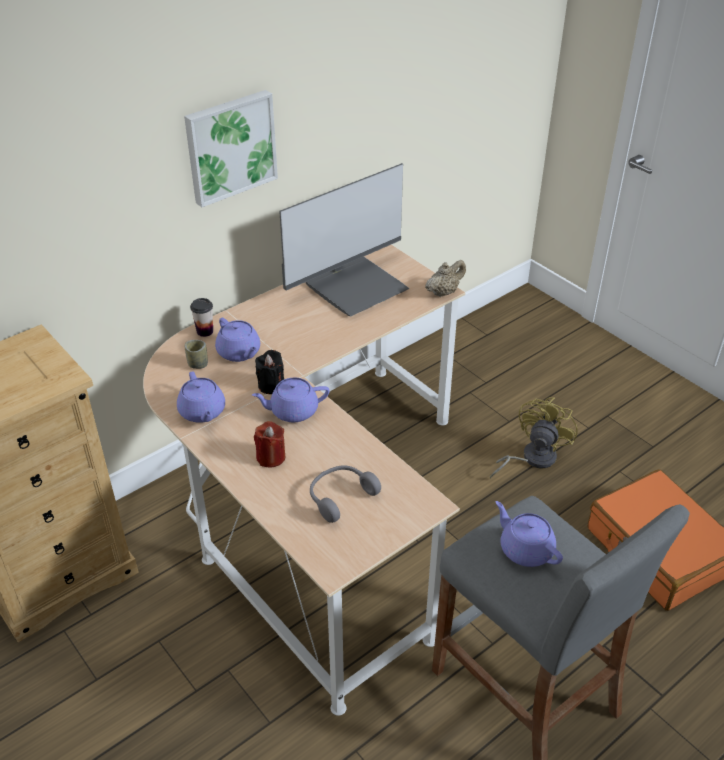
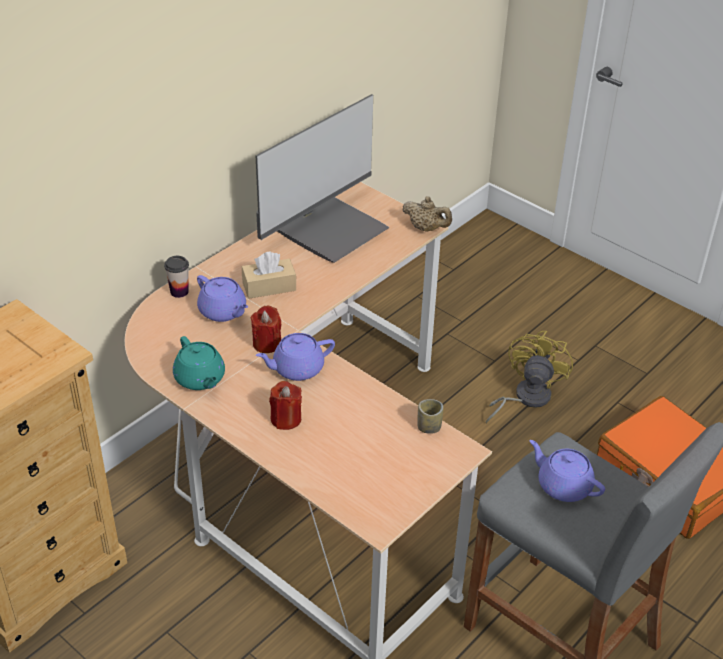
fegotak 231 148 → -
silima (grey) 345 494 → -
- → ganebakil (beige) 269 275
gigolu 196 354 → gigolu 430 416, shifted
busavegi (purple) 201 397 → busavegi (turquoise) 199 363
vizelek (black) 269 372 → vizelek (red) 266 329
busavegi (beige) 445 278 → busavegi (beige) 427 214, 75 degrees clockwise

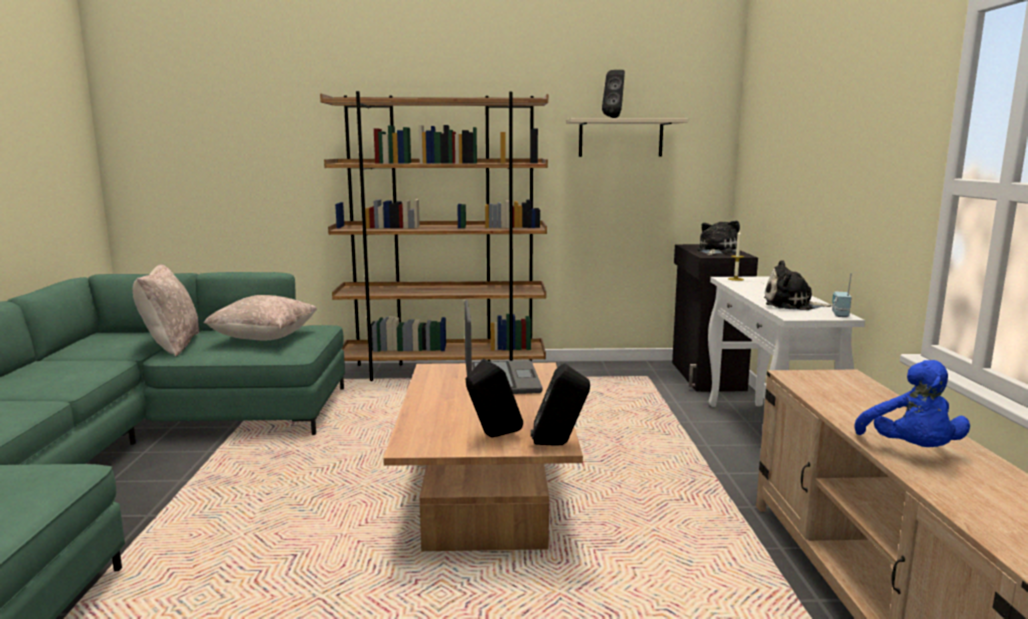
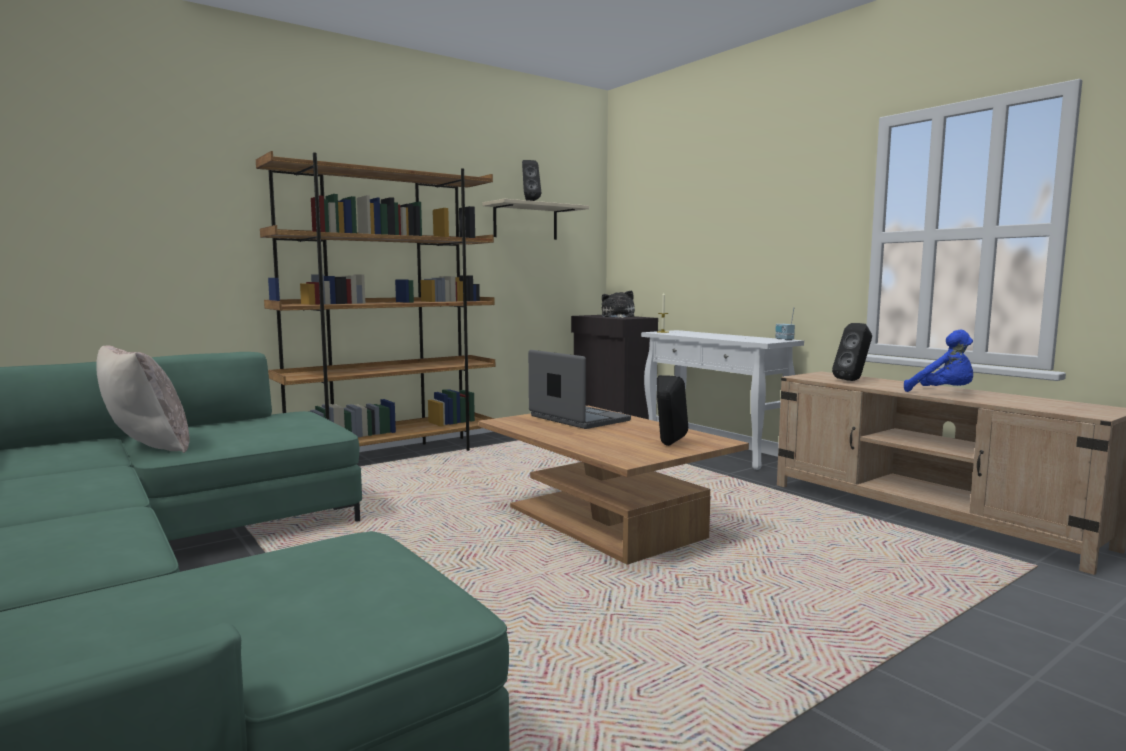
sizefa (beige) 260 317 → -
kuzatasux 798 285 → -
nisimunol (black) 560 404 → nisimunol (black) 852 352, shifted

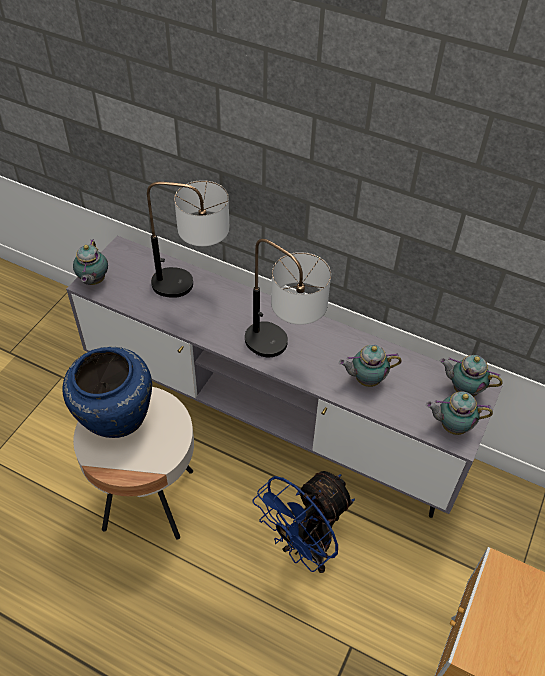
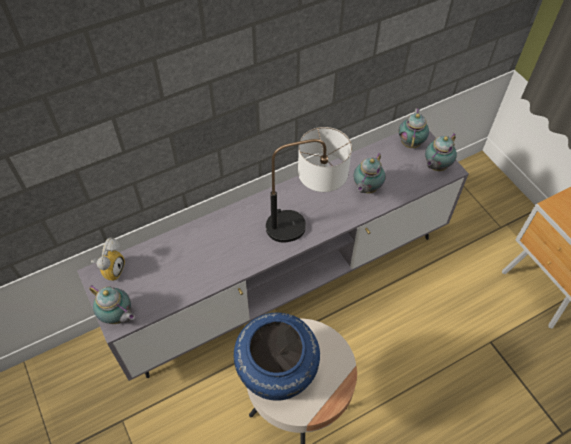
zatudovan 188 239 → -
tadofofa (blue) 303 522 → -
- → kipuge 108 259
busavegi 471 376 → busavegi 414 128, 135 degrees clockwise

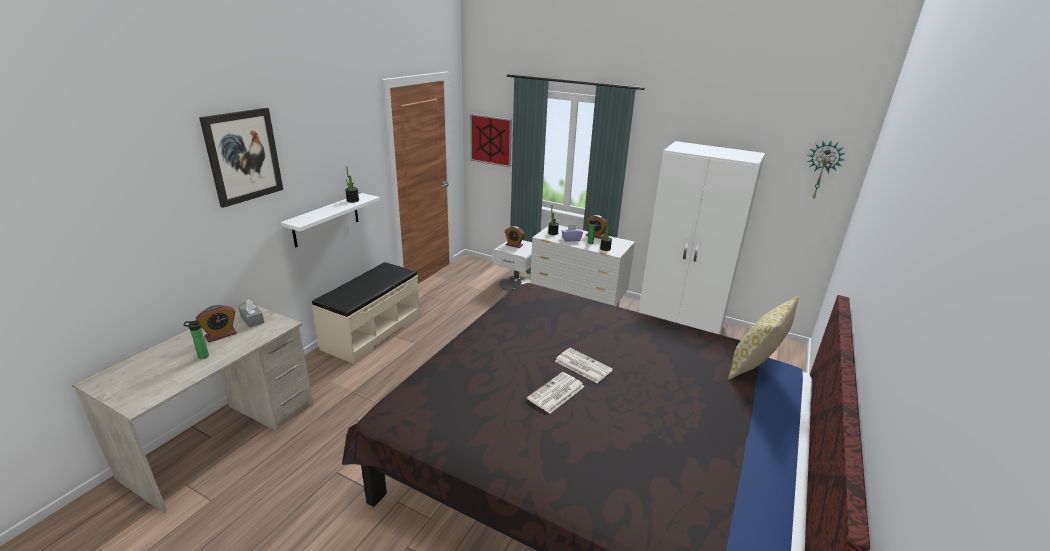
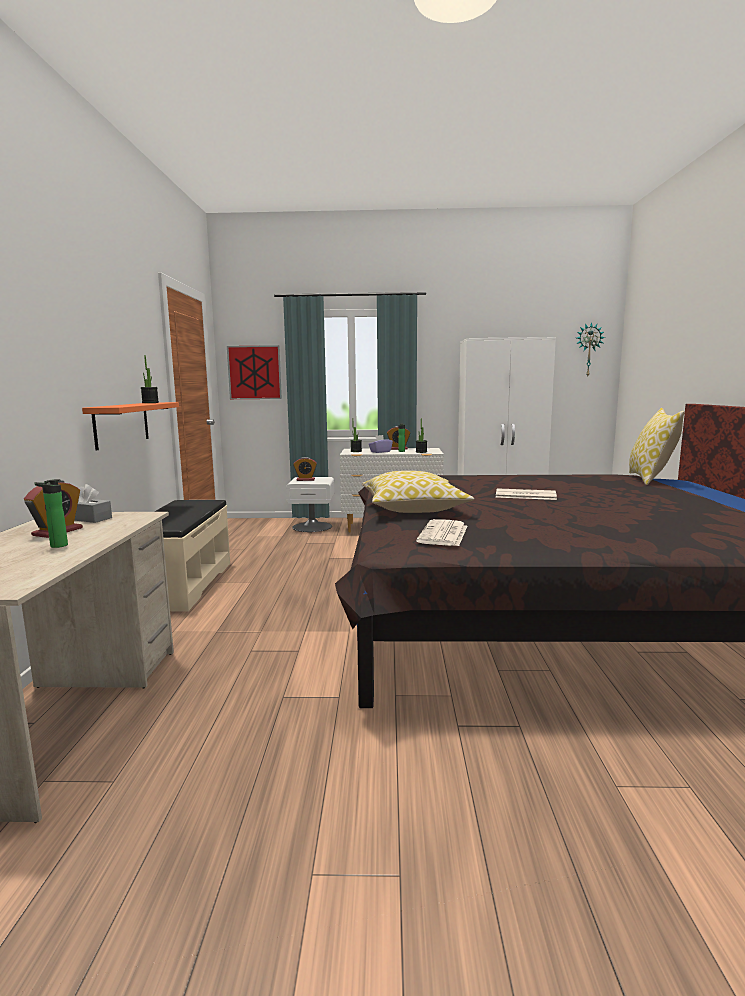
fegotak 241 158 → -
- → sizefa 418 492
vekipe 556 392 → vekipe 441 532, shifted
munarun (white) 330 220 → munarun (orange) 130 426

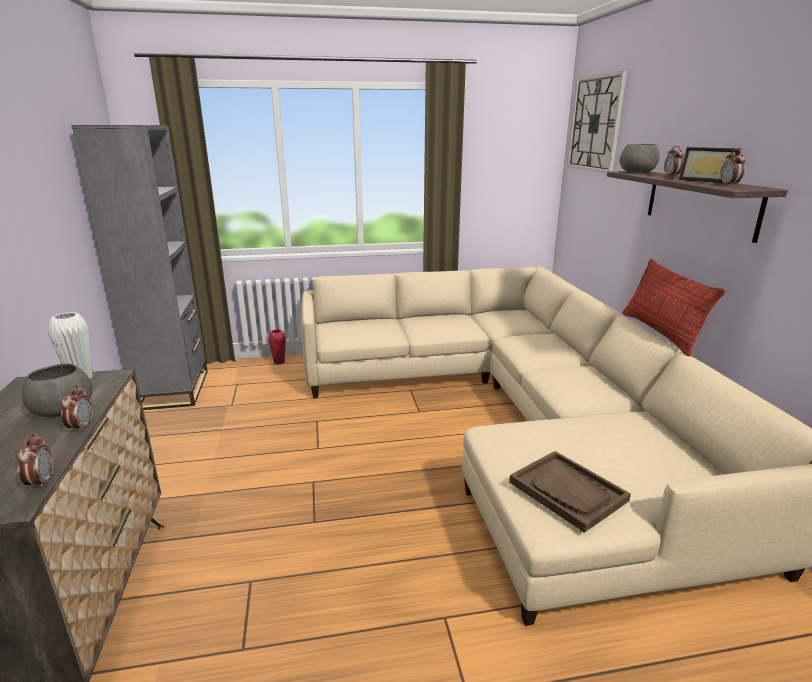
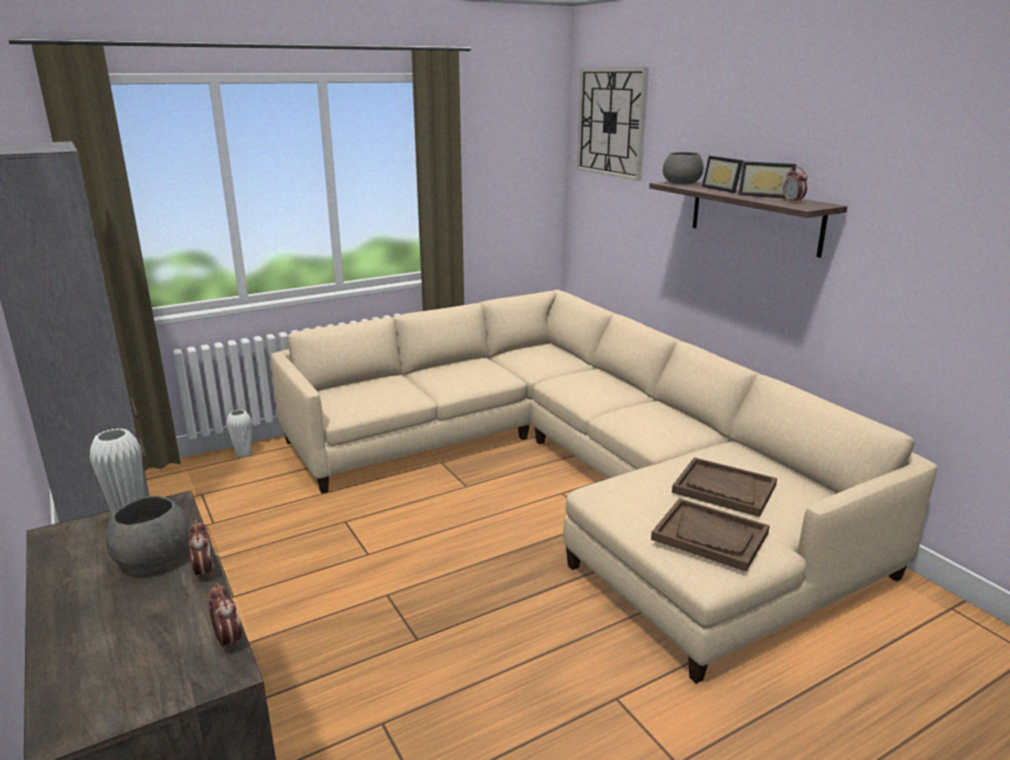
sizefa 673 307 → -
- → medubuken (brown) 724 487
kipuge 674 161 → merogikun 722 174
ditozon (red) 277 347 → ditozon (white) 238 433

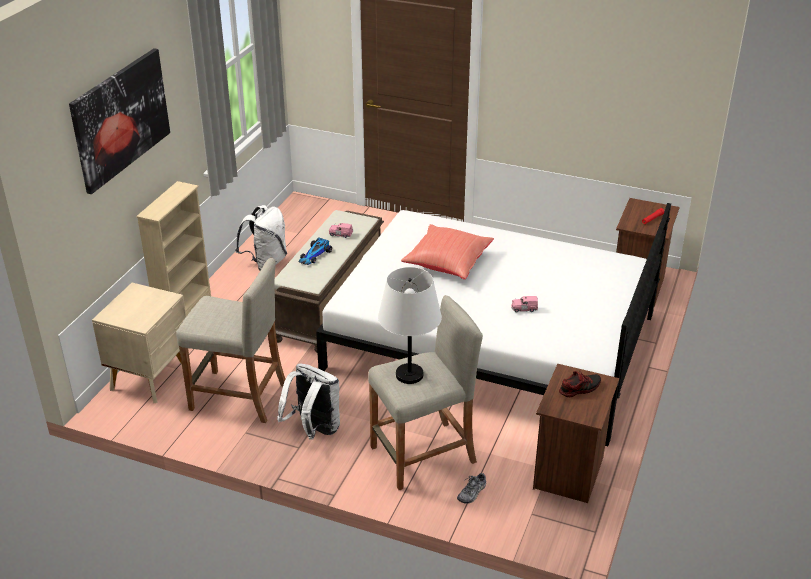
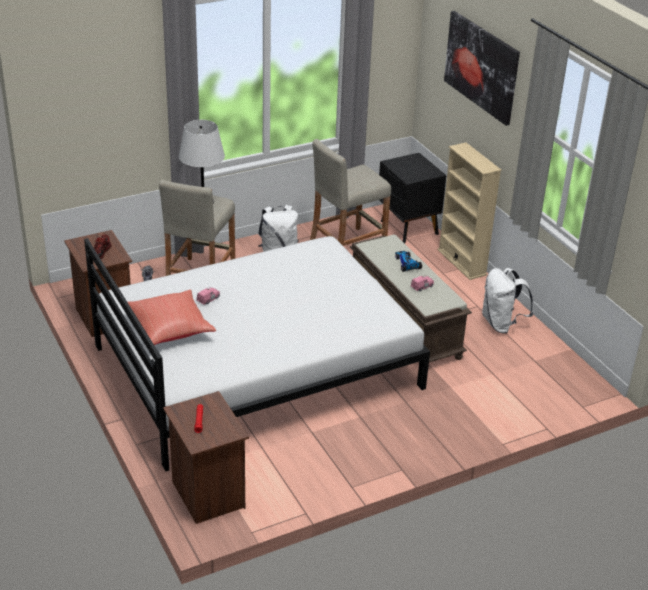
sizefa (red) 447 251 → sizefa (red) 172 317, shifted
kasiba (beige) 139 343 → kasiba (black) 412 198

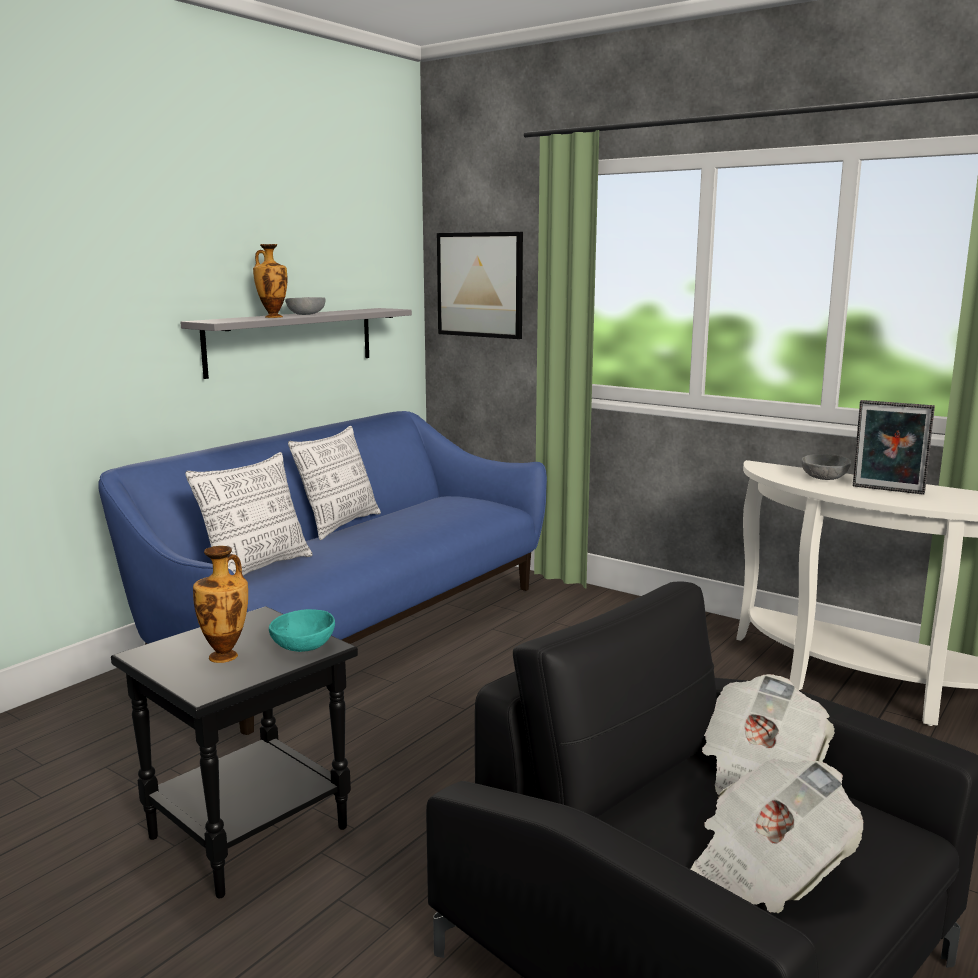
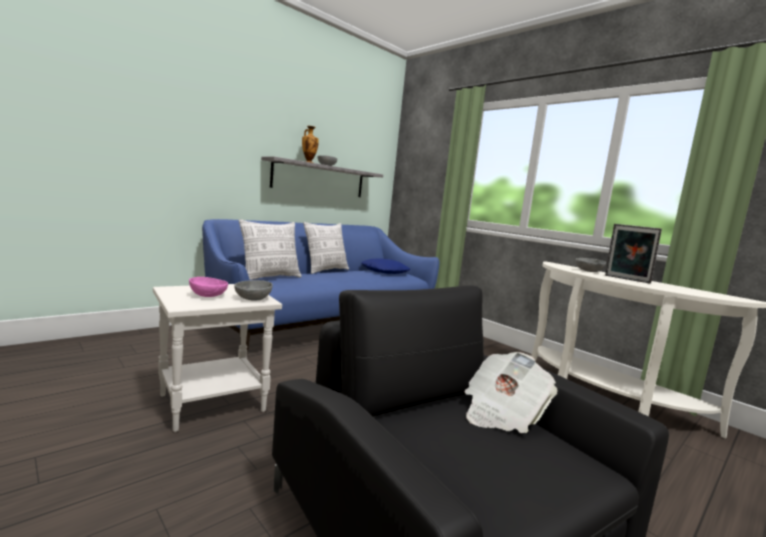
fegotak 480 285 → -
vekipe 777 836 → -
- → sizefa (blue) 385 266
ditozon 220 604 → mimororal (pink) 208 287
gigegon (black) 234 752 → gigegon (white) 217 358
mimororal (turquoise) 302 630 → mimororal (grey) 253 290

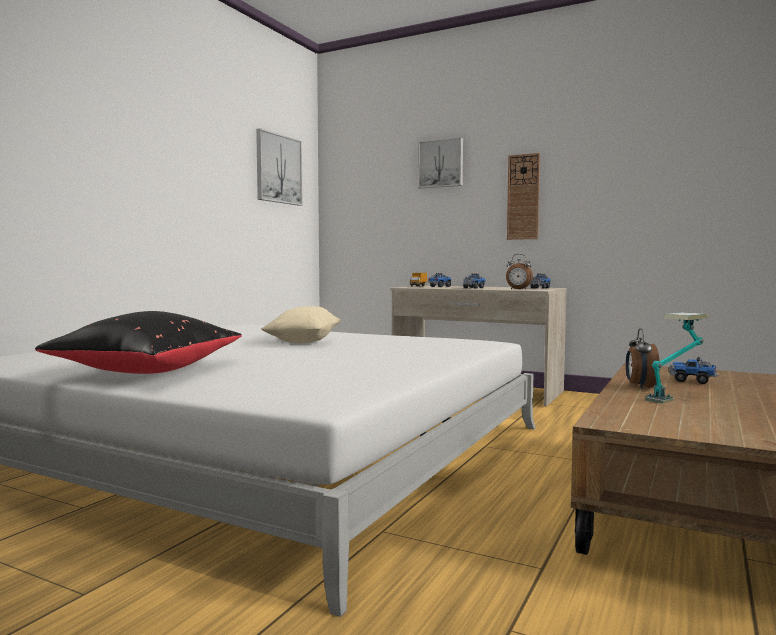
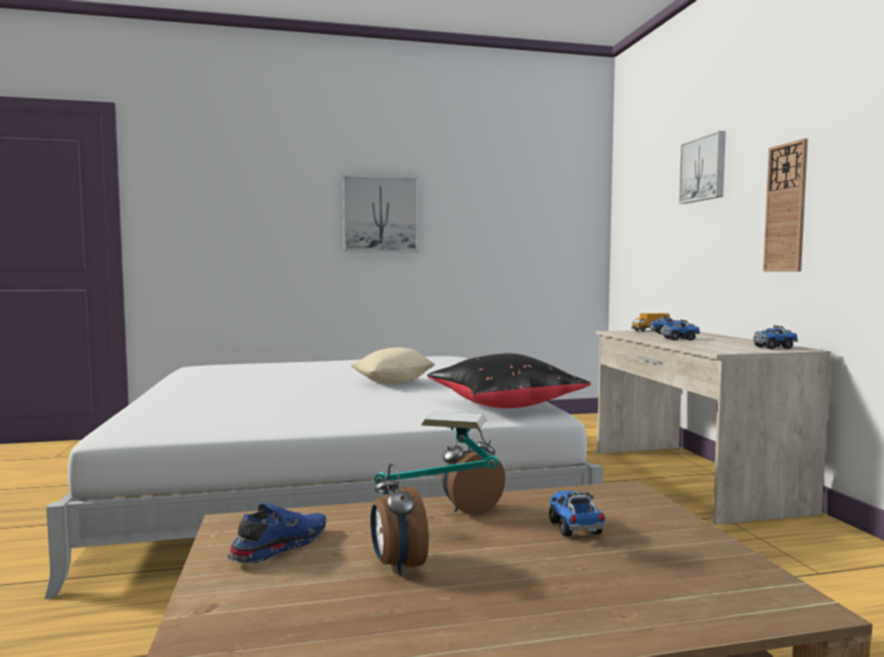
- → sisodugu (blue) 277 533
sizefa (black) 138 342 → sizefa (black) 509 380, shifted
fegotak 279 167 → fegotak 380 213, shifted
kipuge 519 272 → kipuge 399 519, shifted

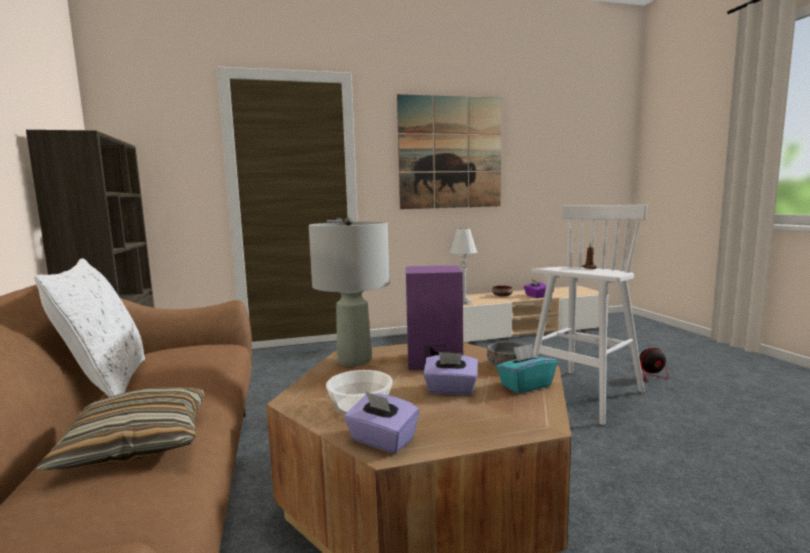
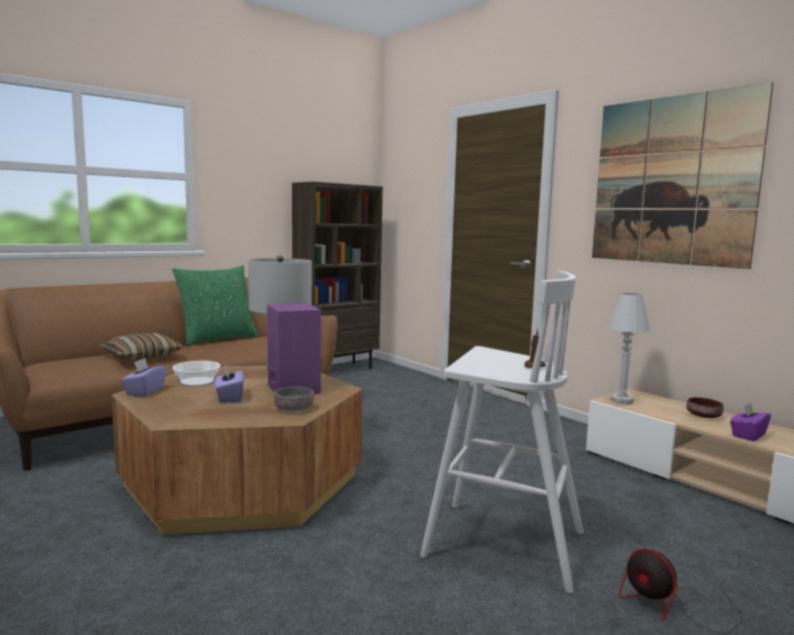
ganebakil (turquoise) 526 369 → -
sizefa (white) 89 327 → sizefa (green) 215 305

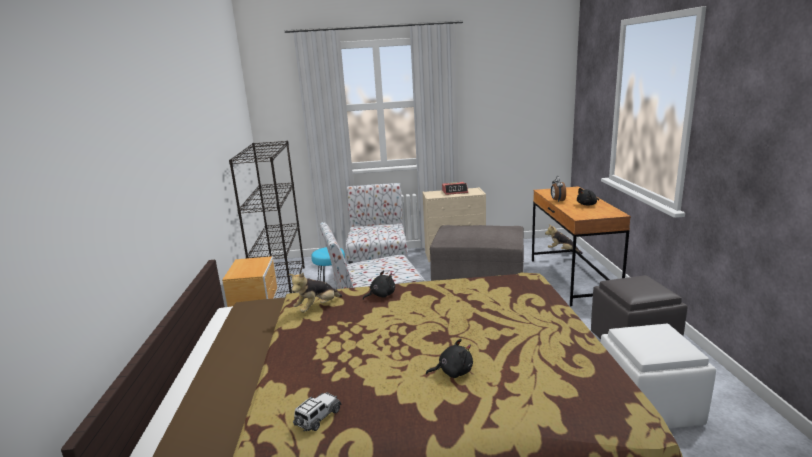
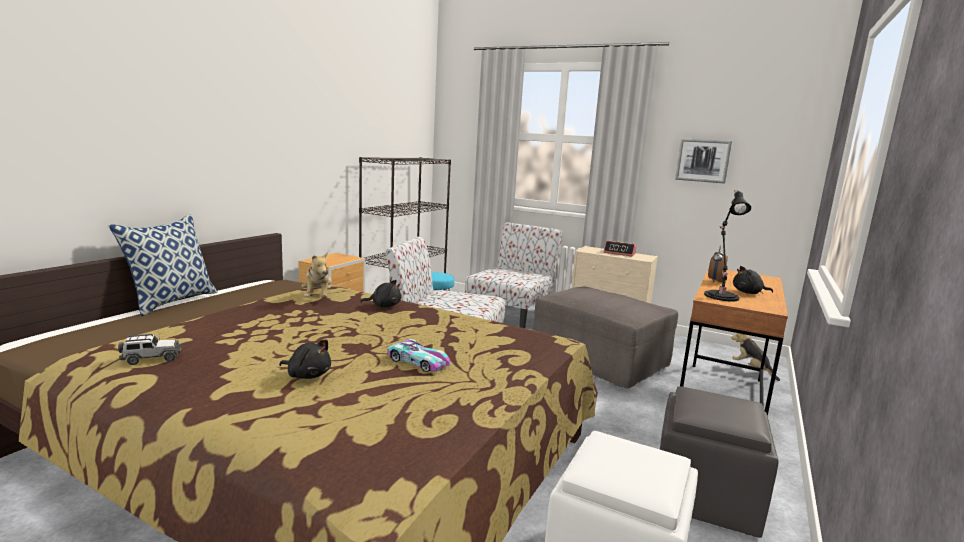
- → sizefa 163 265
- → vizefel 419 355
- → fegotak 703 161
- → zatudovan (black) 727 246
kuzatasux 315 293 → kuzatasux 316 275, 90 degrees counterclockwise

